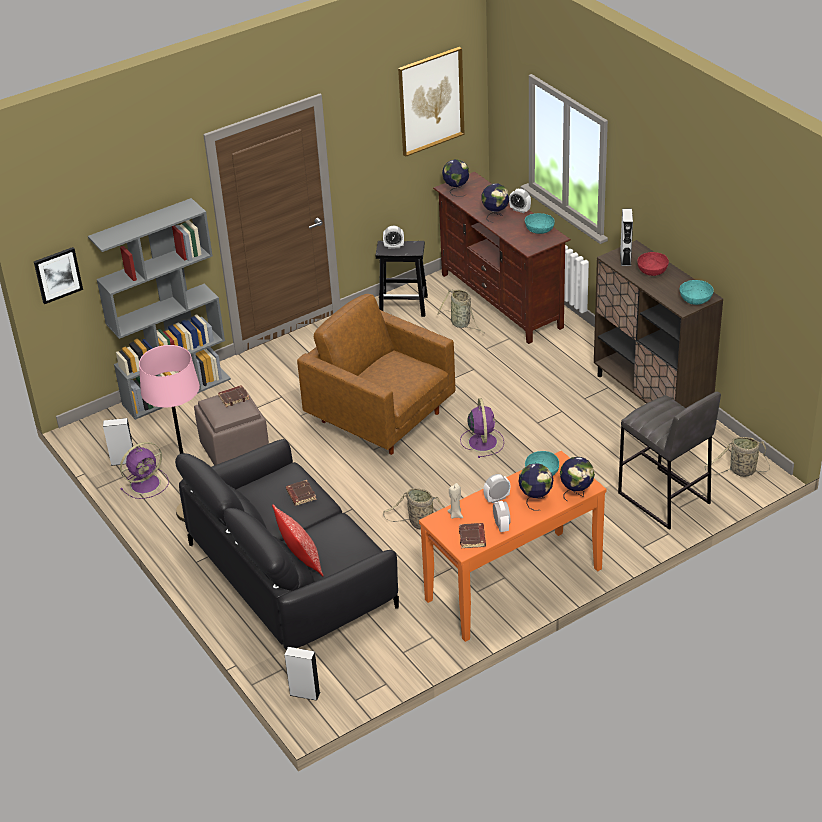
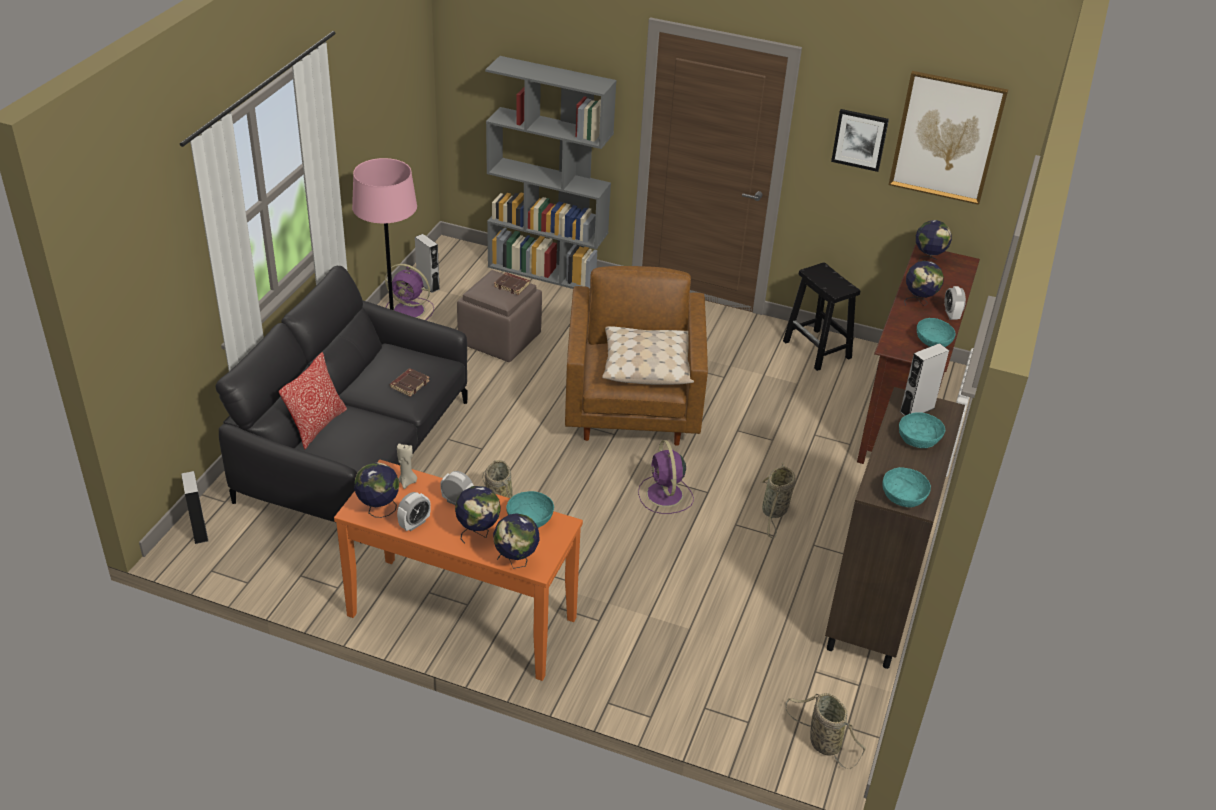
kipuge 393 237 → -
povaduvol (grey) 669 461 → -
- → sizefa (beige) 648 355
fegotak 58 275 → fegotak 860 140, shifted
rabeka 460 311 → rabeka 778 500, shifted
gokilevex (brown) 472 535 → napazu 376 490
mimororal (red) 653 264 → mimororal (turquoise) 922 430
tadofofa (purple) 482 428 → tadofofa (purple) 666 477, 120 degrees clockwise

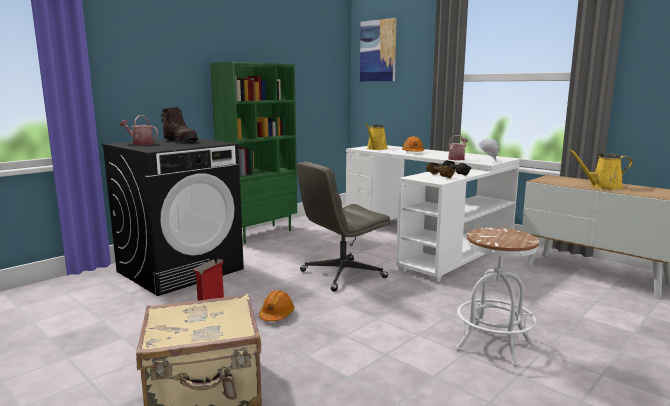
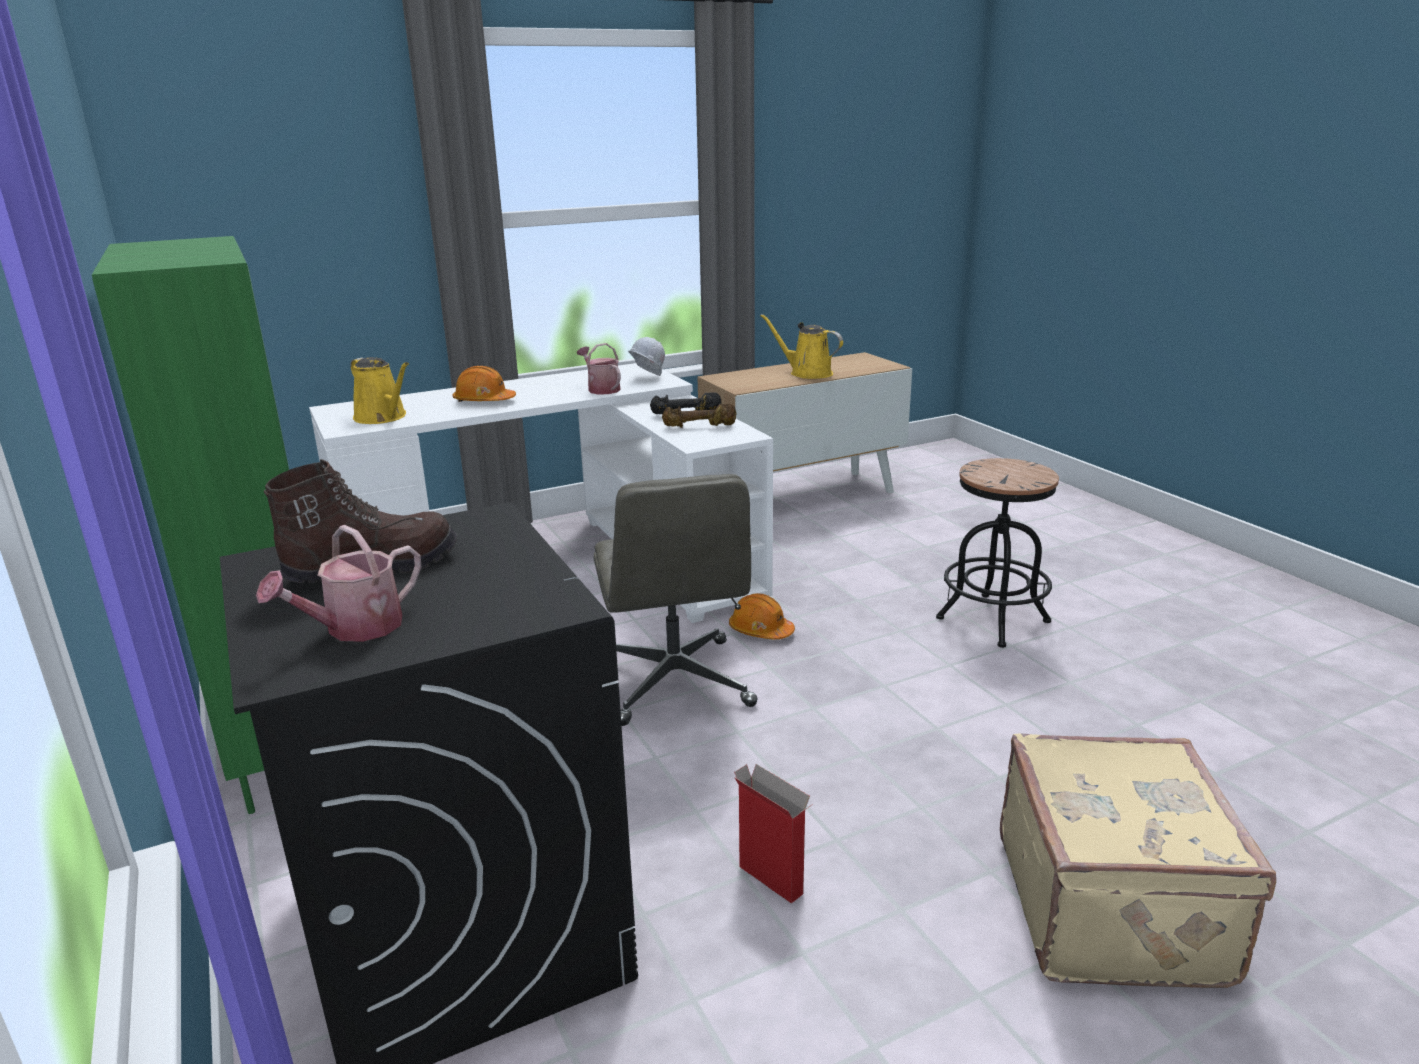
fegotak 378 49 → -
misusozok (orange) 276 305 → misusozok (orange) 762 616, shifted
povaduvol (white) 497 297 → povaduvol (black) 997 553
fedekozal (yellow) 601 169 → fedekozal (yellow) 801 346, 105 degrees clockwise

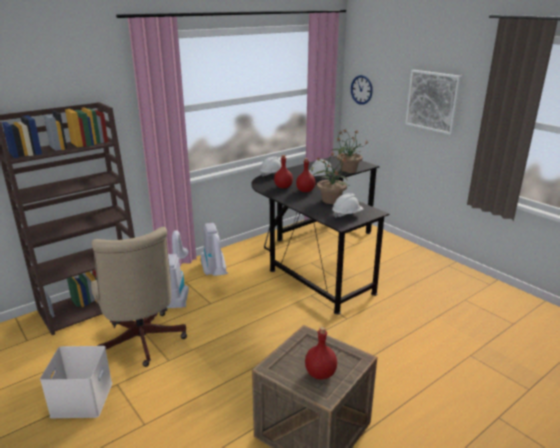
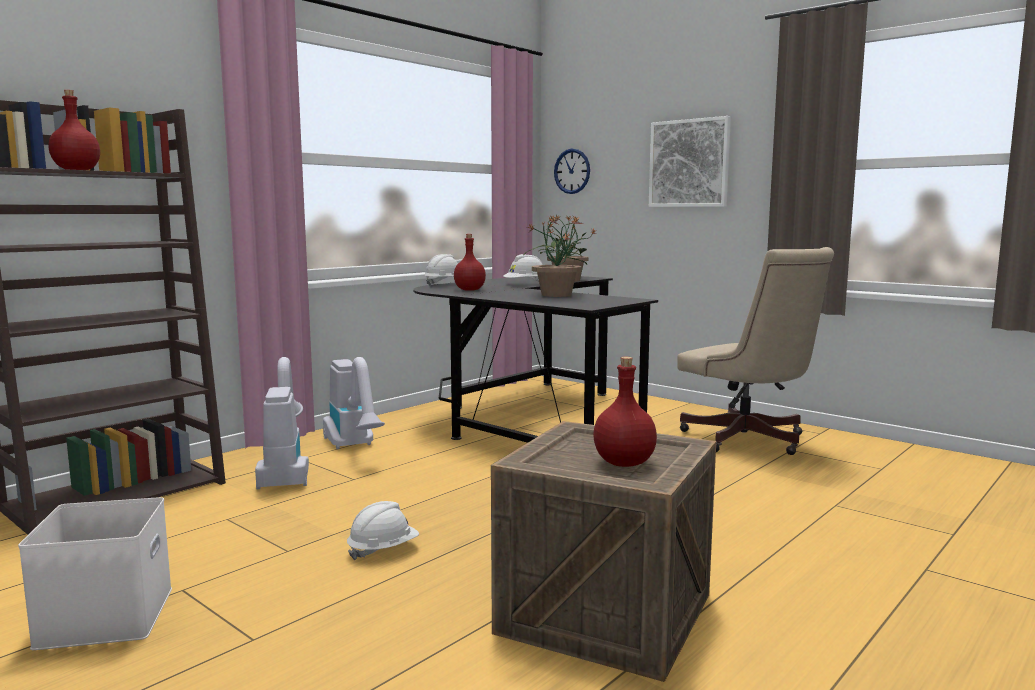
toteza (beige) 139 297 → toteza (beige) 755 351, shifted
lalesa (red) 306 175 → lalesa (red) 74 130, shifted
misusozok (white) 347 205 → misusozok (white) 383 531, shifted

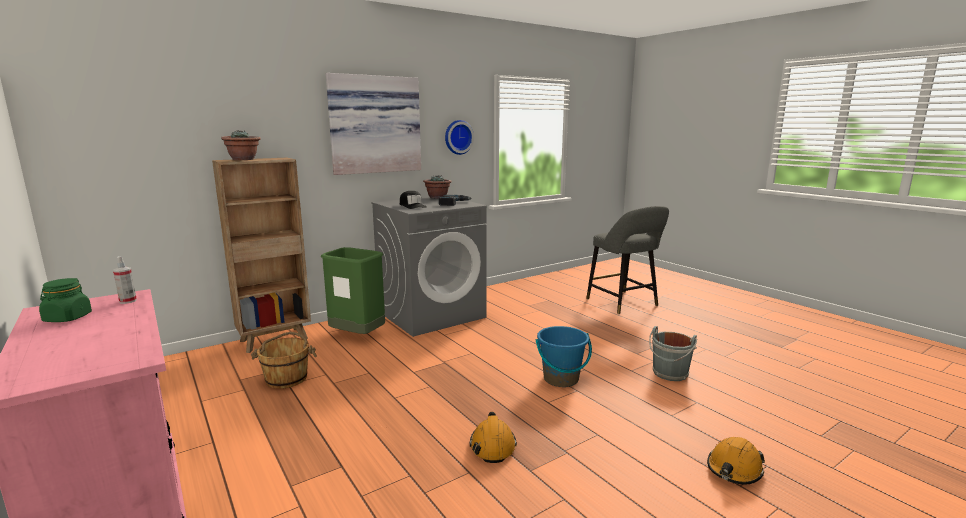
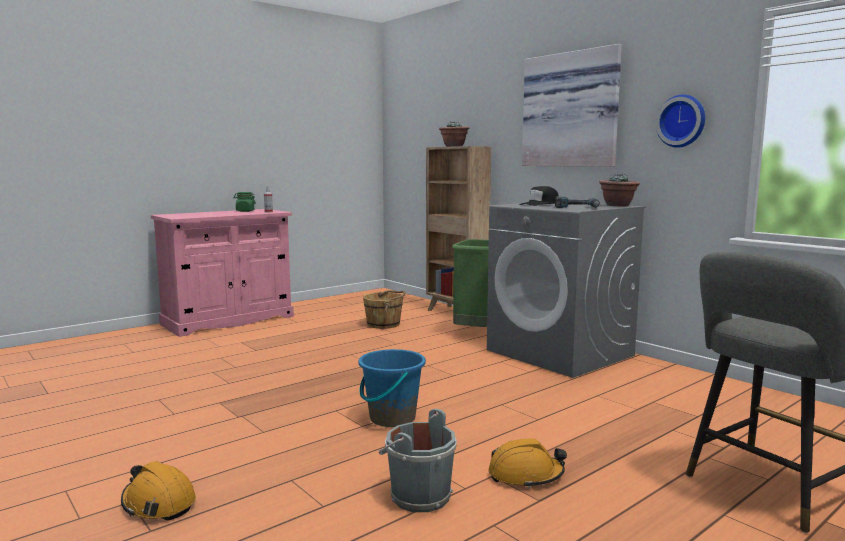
misusozok (orange) 493 437 → misusozok (orange) 527 464, shifted

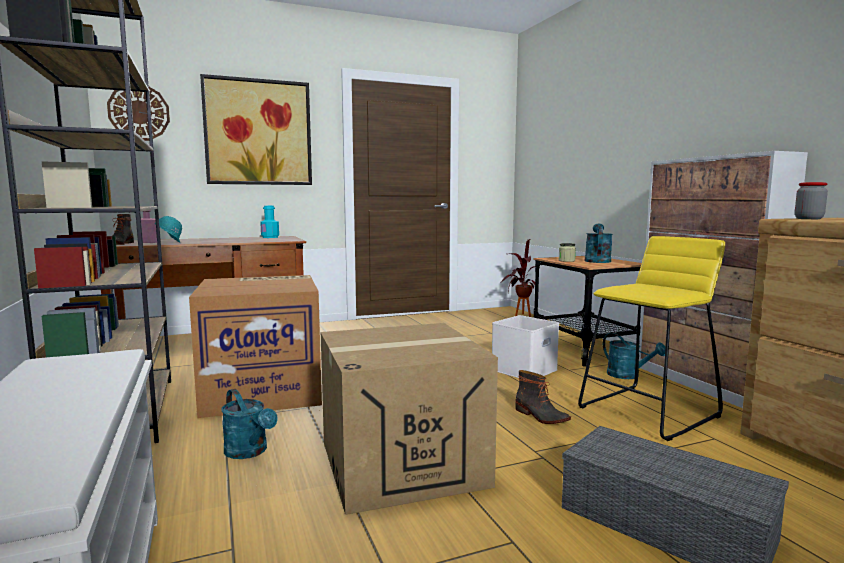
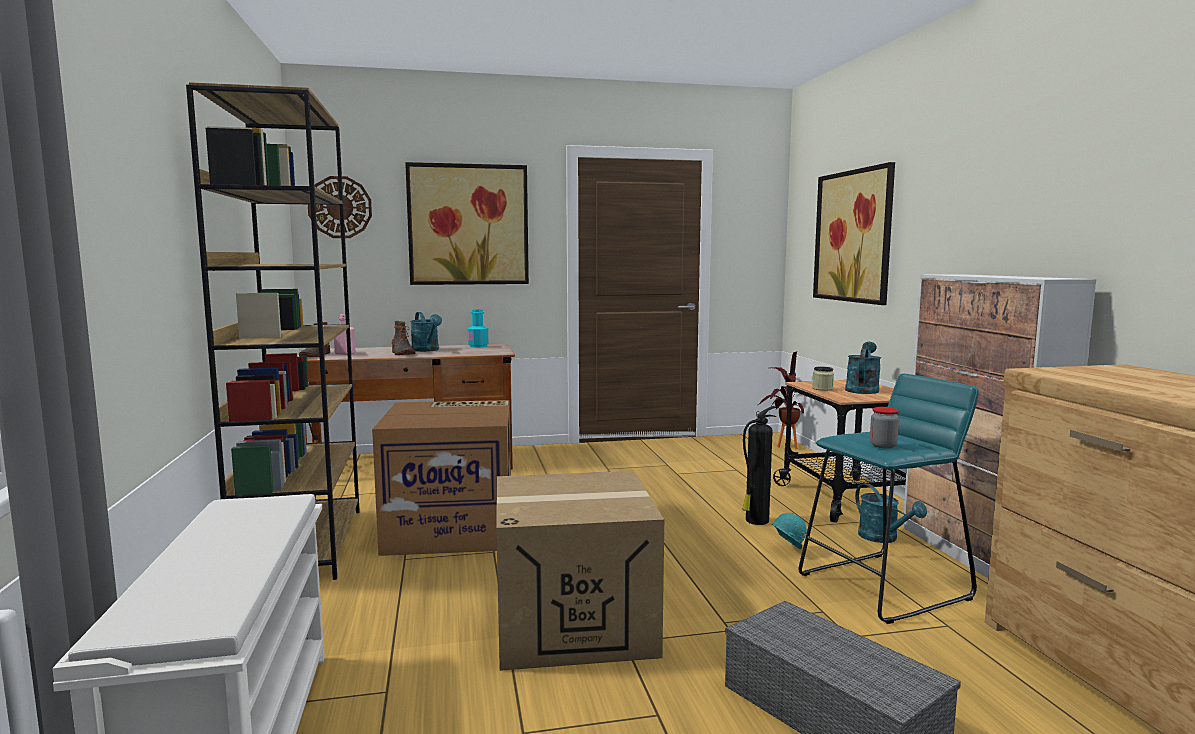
- → fegotak 854 233
misusozok (turquoise) 168 230 → misusozok (turquoise) 789 531, shifted
fedekozal (turquoise) 249 424 → fedekozal (turquoise) 426 332, shifted
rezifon 543 397 → rezifon 403 338, shifted
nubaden 811 200 → nubaden 884 428, shifted
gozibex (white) 525 346 → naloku 759 465
povaduvol (yellow) 651 338 → povaduvol (turquoise) 889 499

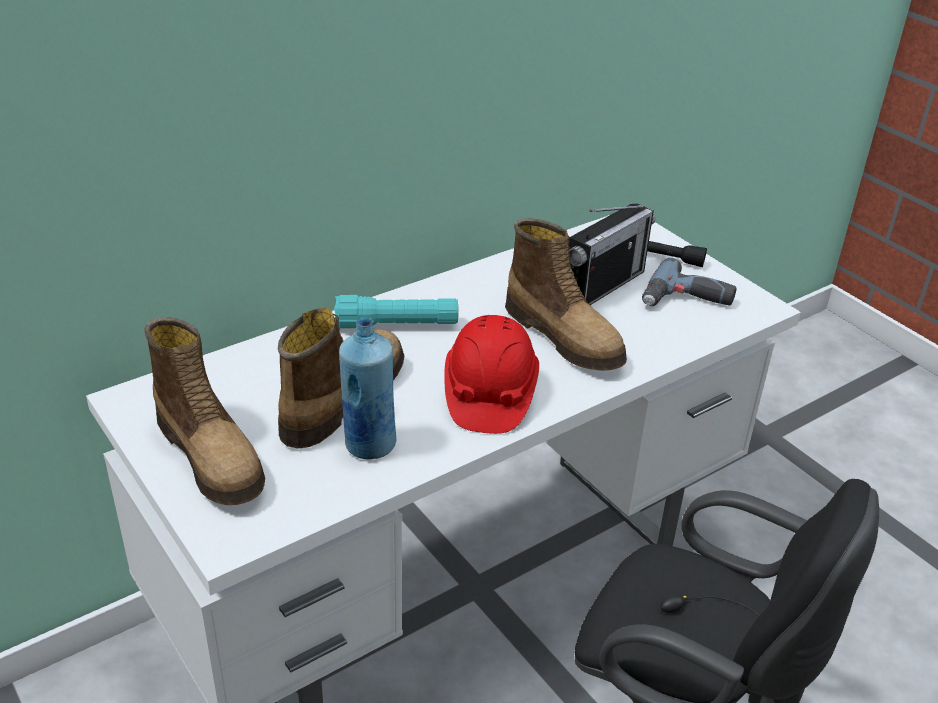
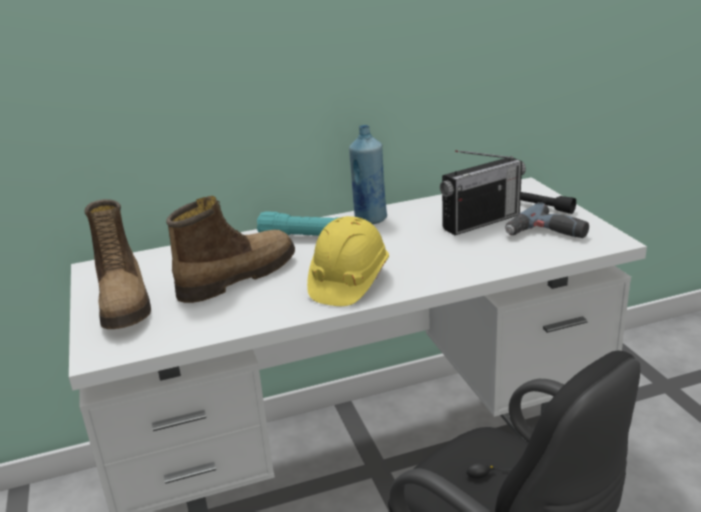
rezifon 566 294 → -
lalesa (blue) 368 388 → lalesa (blue) 368 174, shifted
misusozok (red) 491 374 → misusozok (yellow) 348 261

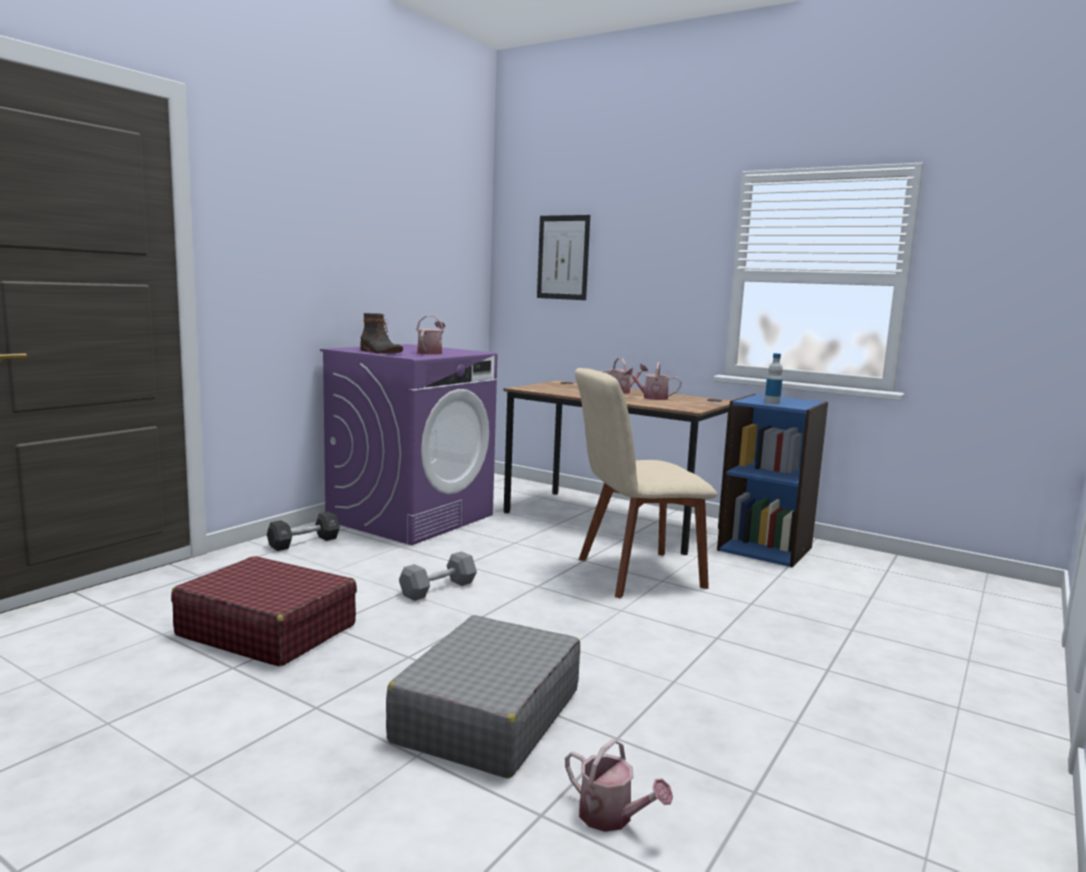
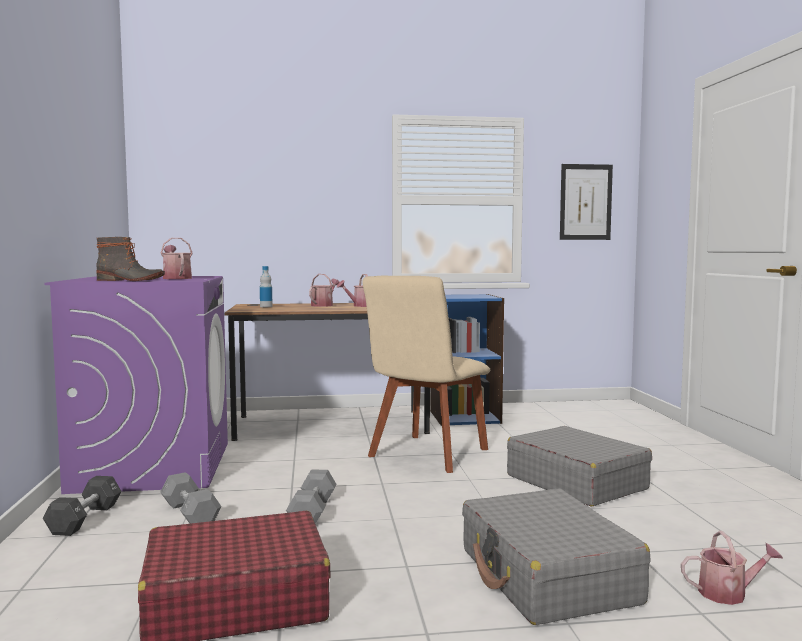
- → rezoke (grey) 191 498
- → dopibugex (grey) 579 466
fegotak 563 257 → fegotak 586 202, shifted
lalesa 774 378 → lalesa 266 286, shifted

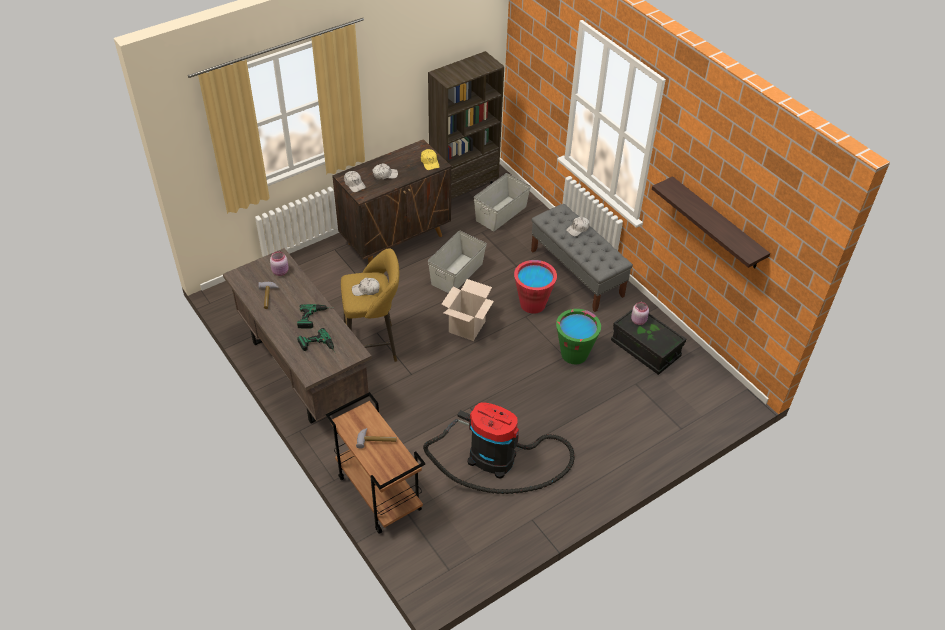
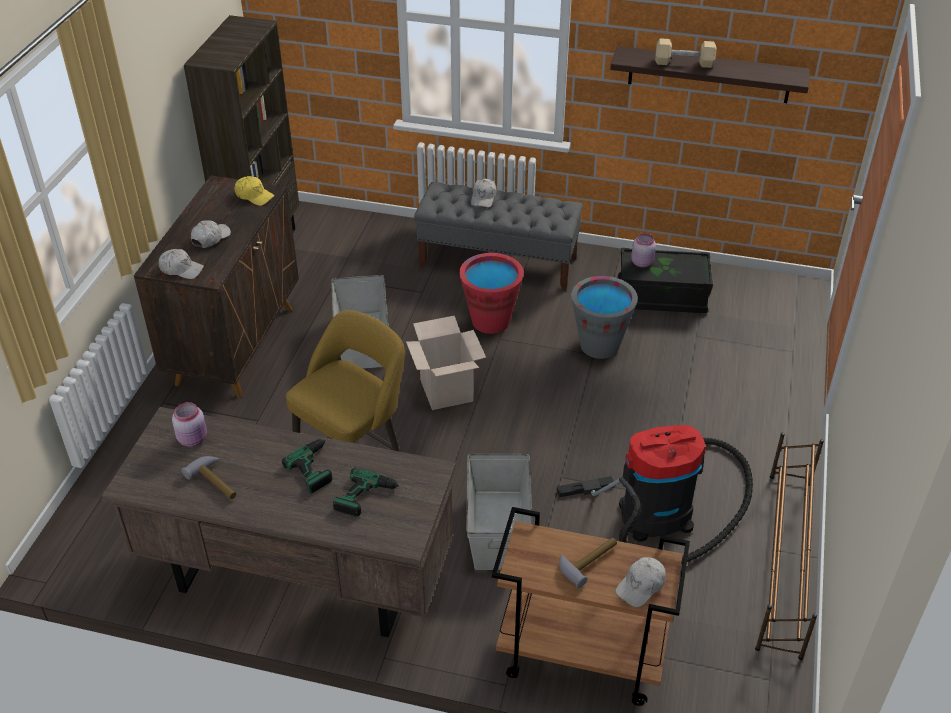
- → rezoke (beige) 685 53
- → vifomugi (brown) 789 546
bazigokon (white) 366 287 → bazigokon (white) 640 582, shifted
gozibex (grey) 502 202 → gozibex (grey) 499 512, shifted
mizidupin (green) 578 336 → mizidupin (grey) 604 317

